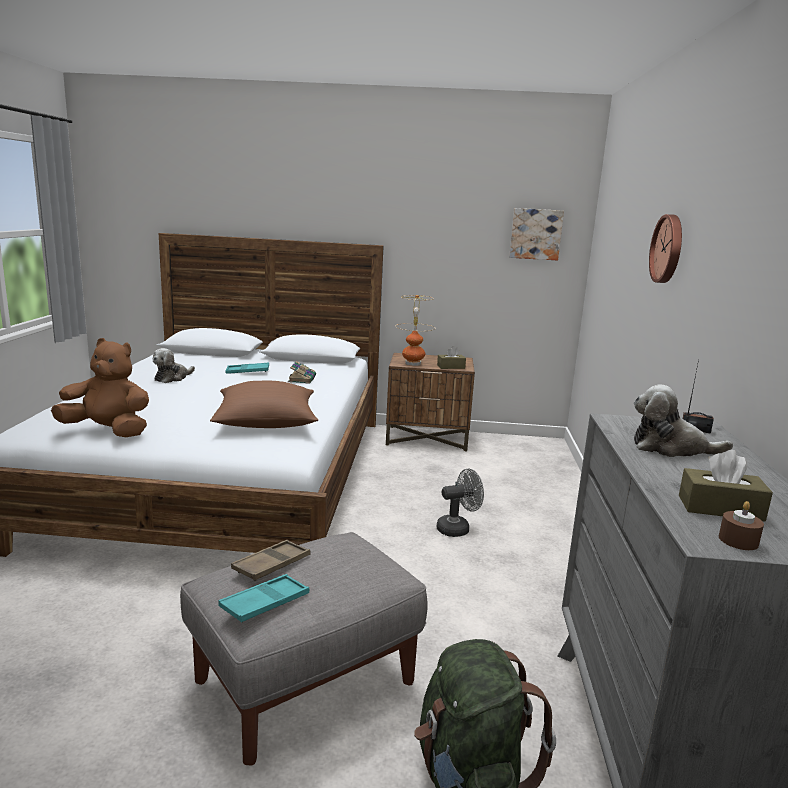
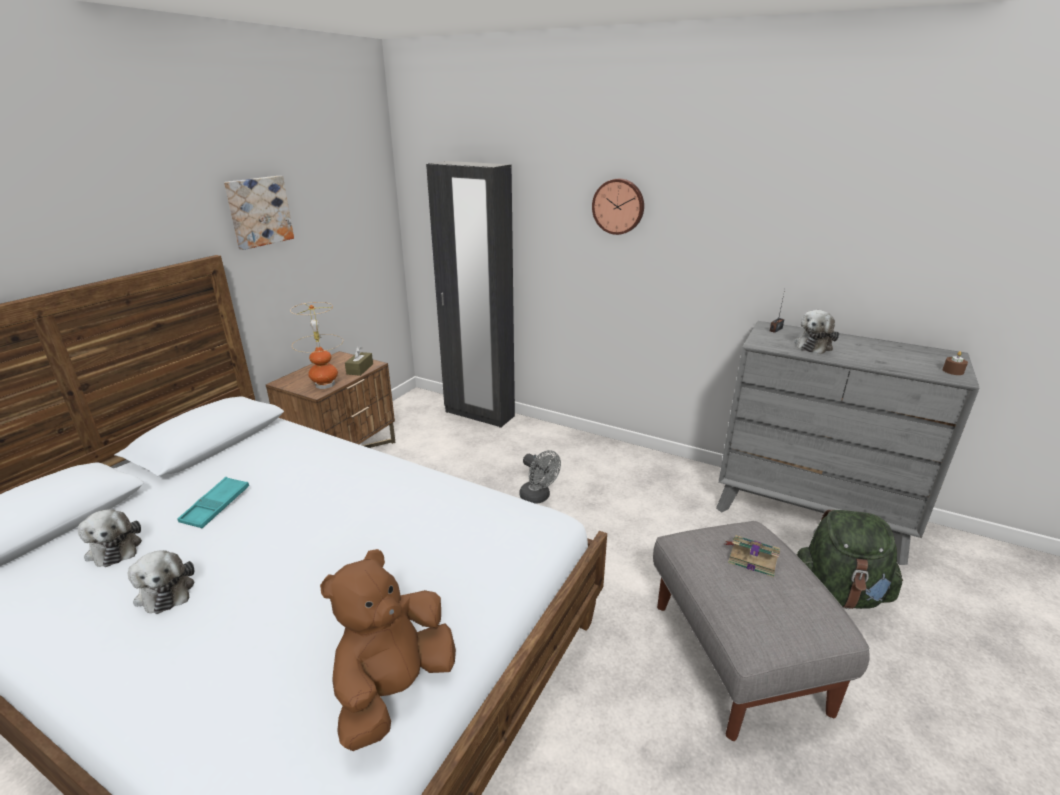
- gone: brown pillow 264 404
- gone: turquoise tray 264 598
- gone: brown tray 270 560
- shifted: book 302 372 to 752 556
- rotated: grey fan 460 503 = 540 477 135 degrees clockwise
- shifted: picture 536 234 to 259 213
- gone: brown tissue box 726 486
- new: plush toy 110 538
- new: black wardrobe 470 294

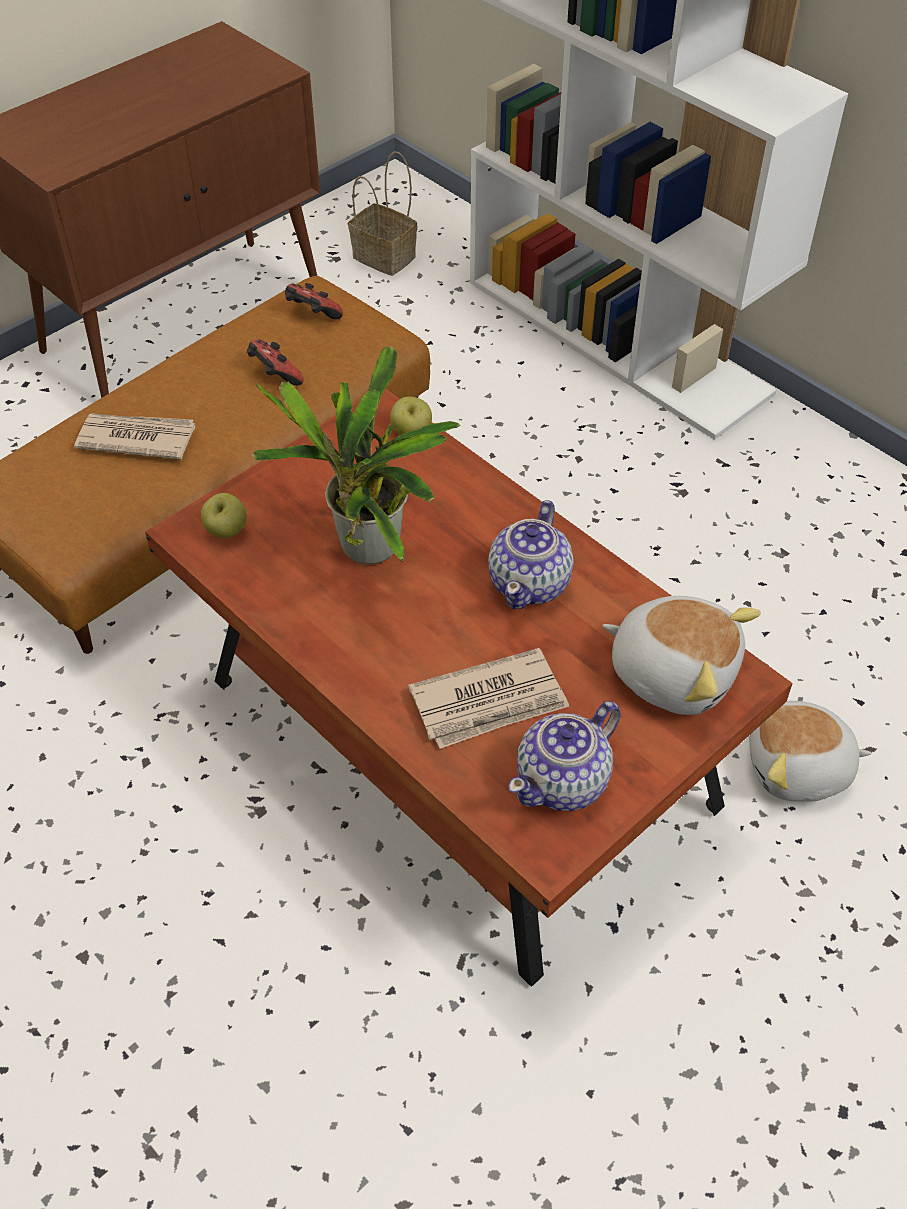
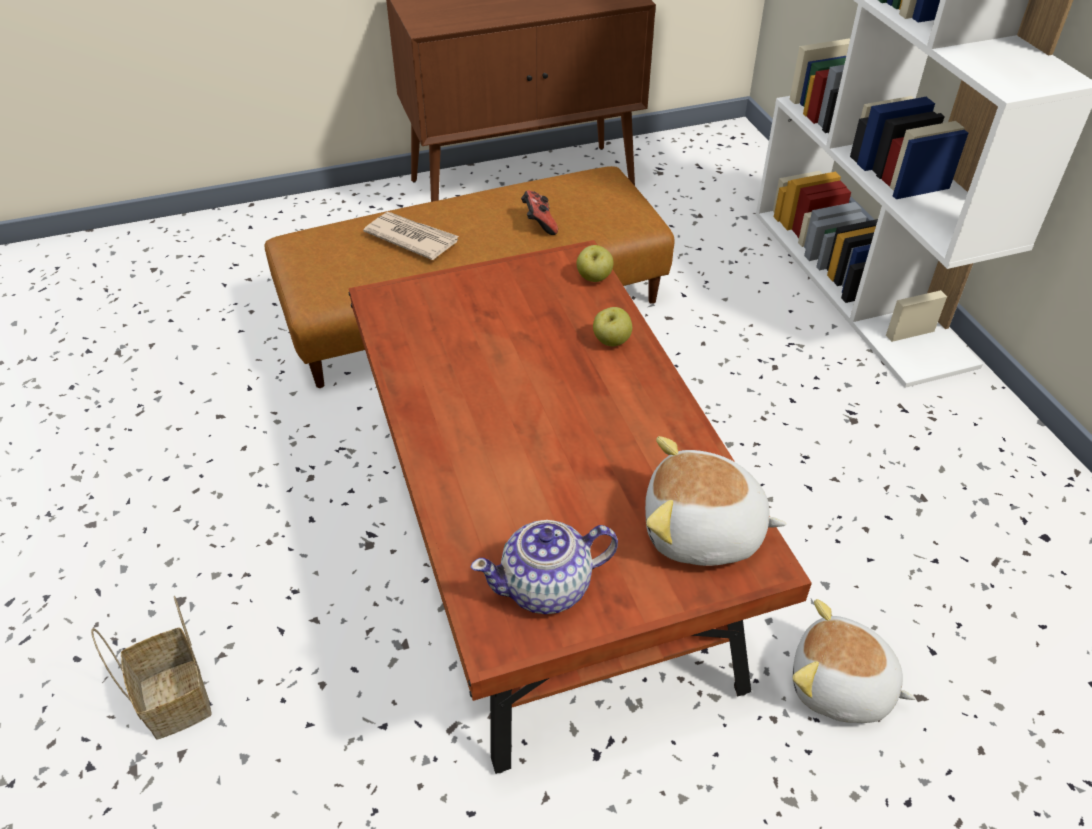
- shifted: apple 224 515 to 612 326
- gone: potted plant 356 455
- gone: game controller 314 301
- shifted: basket 382 213 to 151 668
- gone: newspaper 488 698
- gone: teapot 531 554
- rotated: plush toy 682 655 = 715 501 135 degrees clockwise

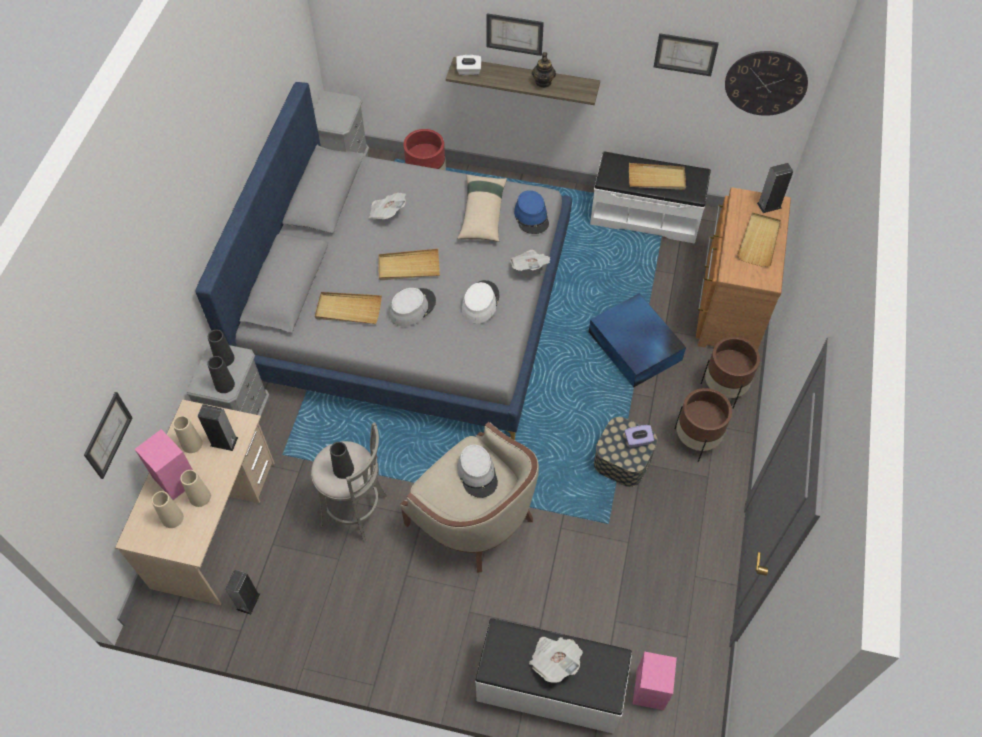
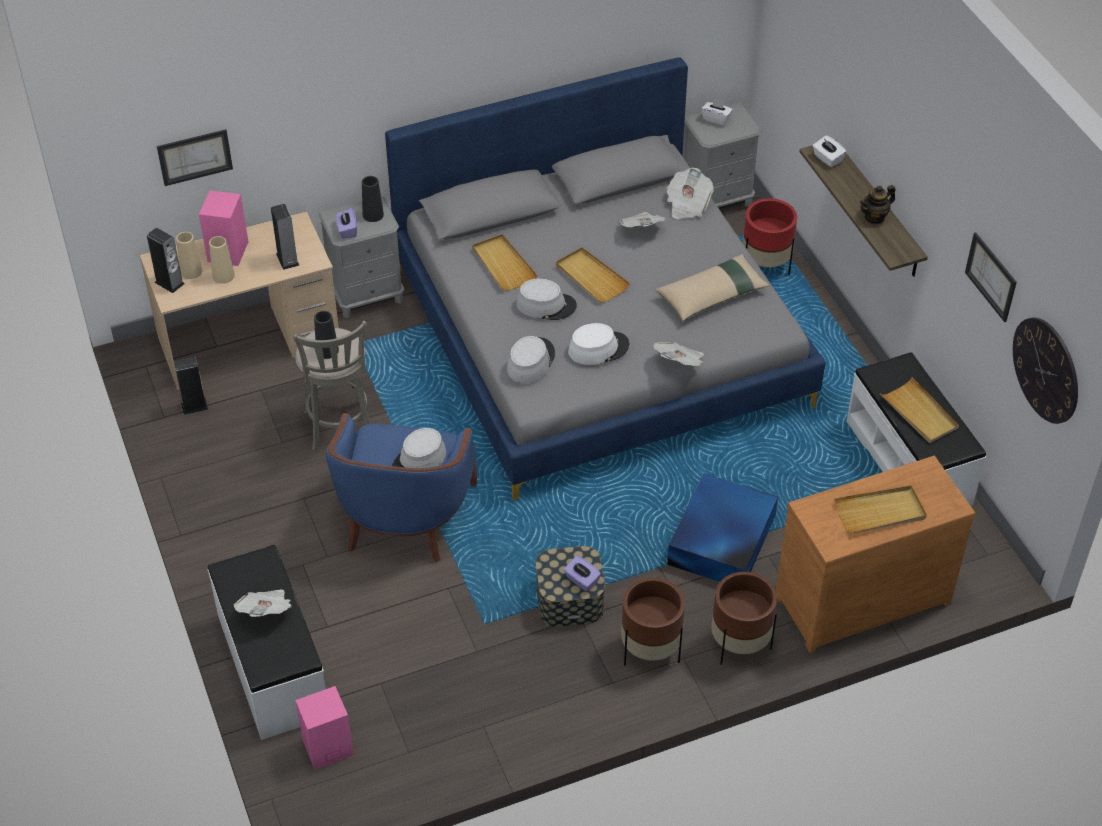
- gone: beige vase 188 434
- swapped: black vase 221 374 to purple tissue box 346 223
- repainted: beige armchair 470 497 to blue armchair 401 487
- gone: picture 515 34
- gone: blue hat 531 212
- shifted: speaker 775 188 to 166 260
- new: grey hat 531 360
- new: newspaper 690 193
- new: white tissue box 717 112

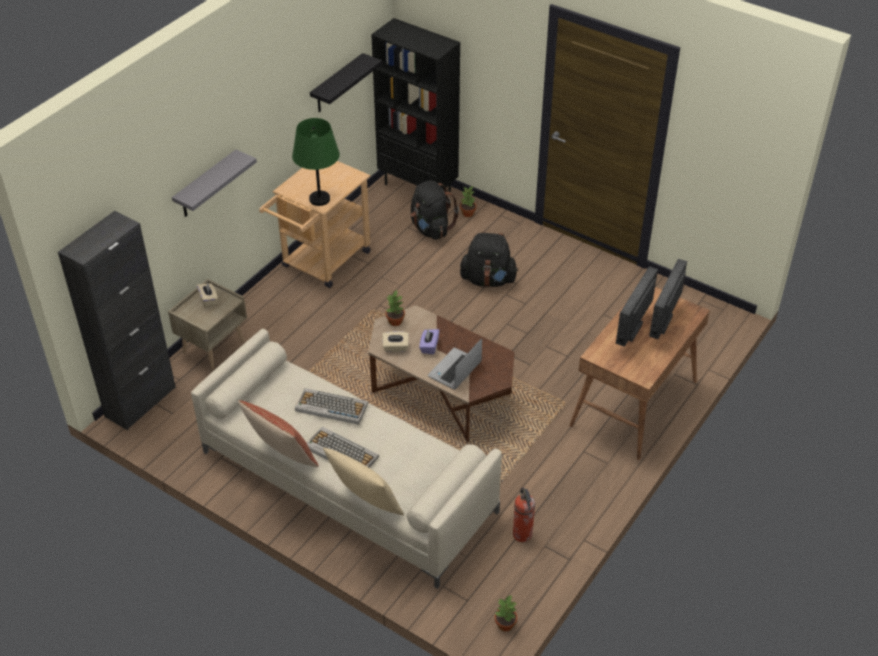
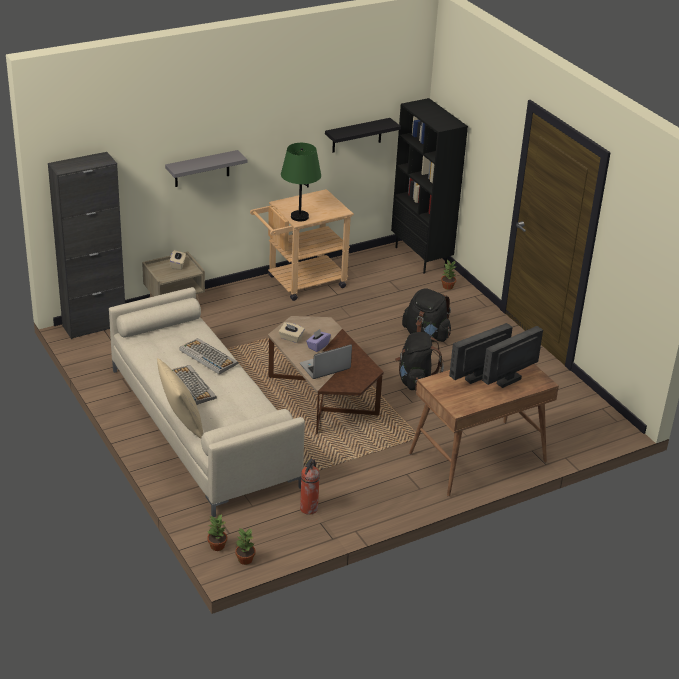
- gone: pillow 278 434
- shifted: potted plant 395 308 to 217 533
- shifted: black backpack 434 210 to 419 361

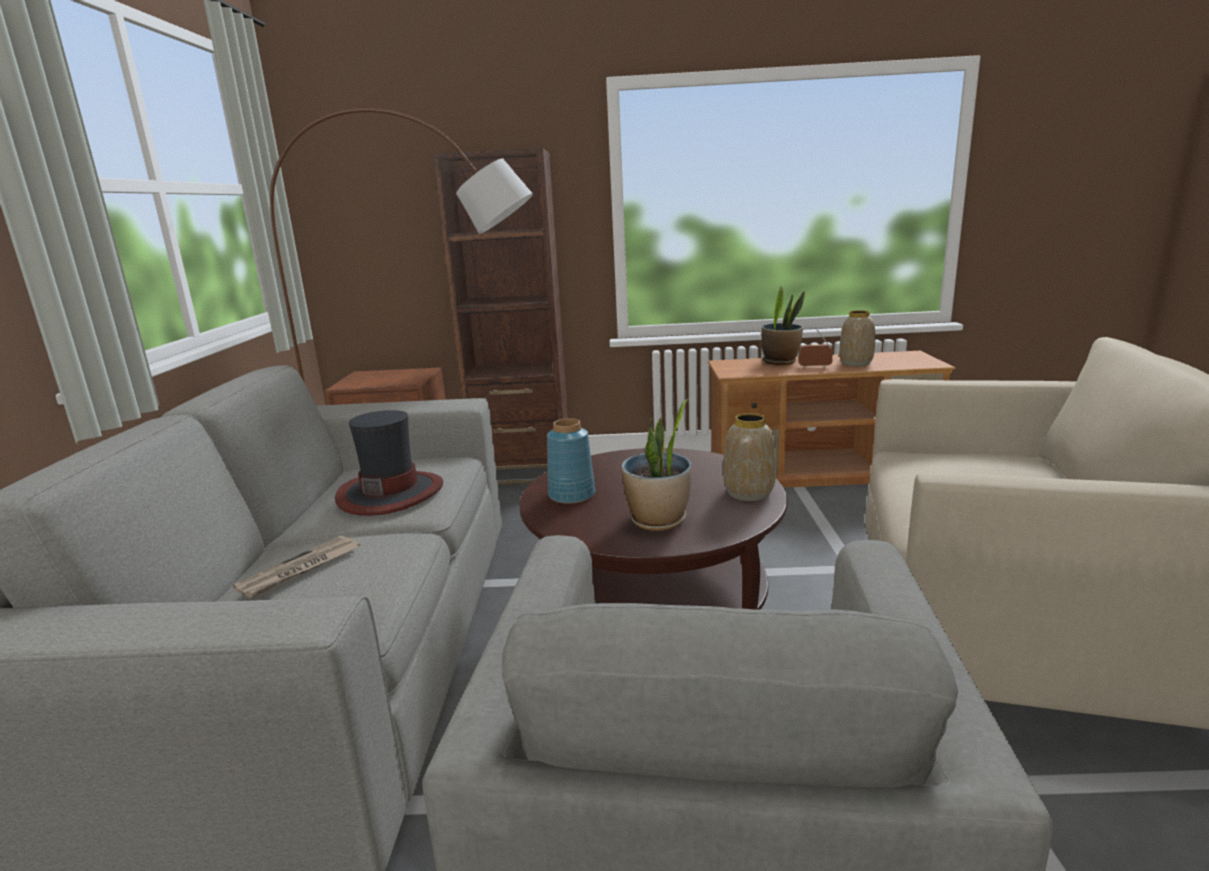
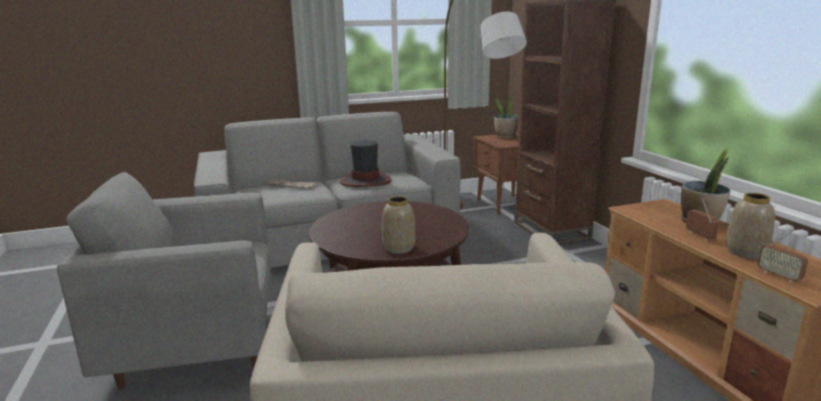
- gone: blue vase 571 461
- shifted: potted plant 656 464 to 506 116
- new: radio 783 256

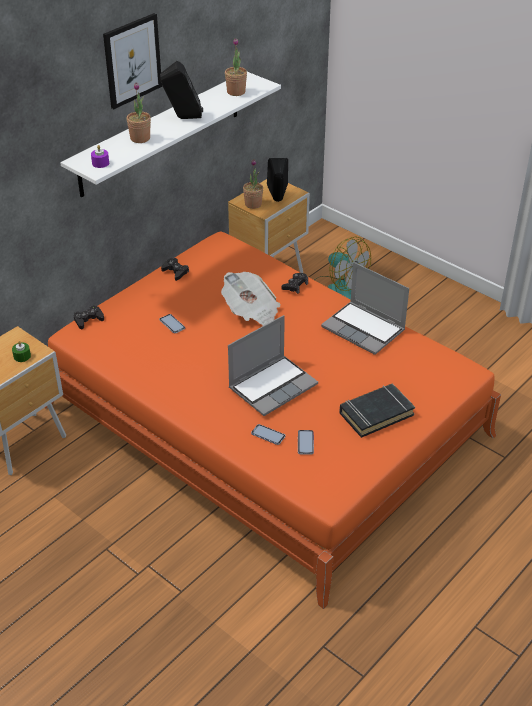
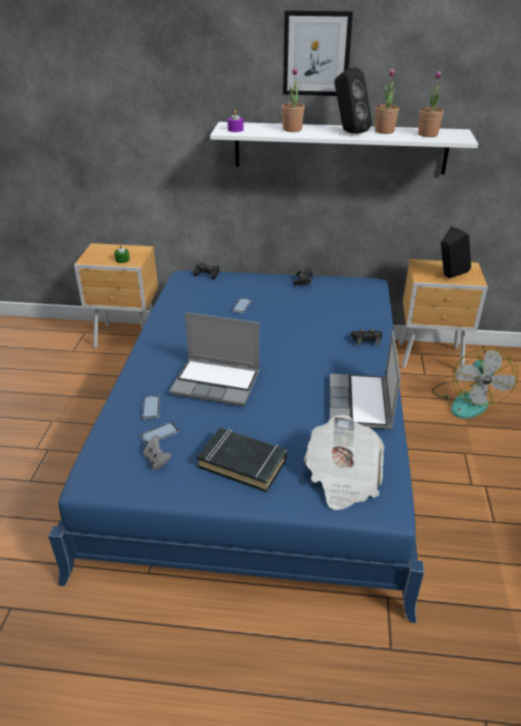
- repainted: orange bed 272 420 to blue bed 236 447
- shifted: newspaper 251 299 to 344 462
- shifted: potted plant 253 184 to 387 101
- new: grey game controller 158 452

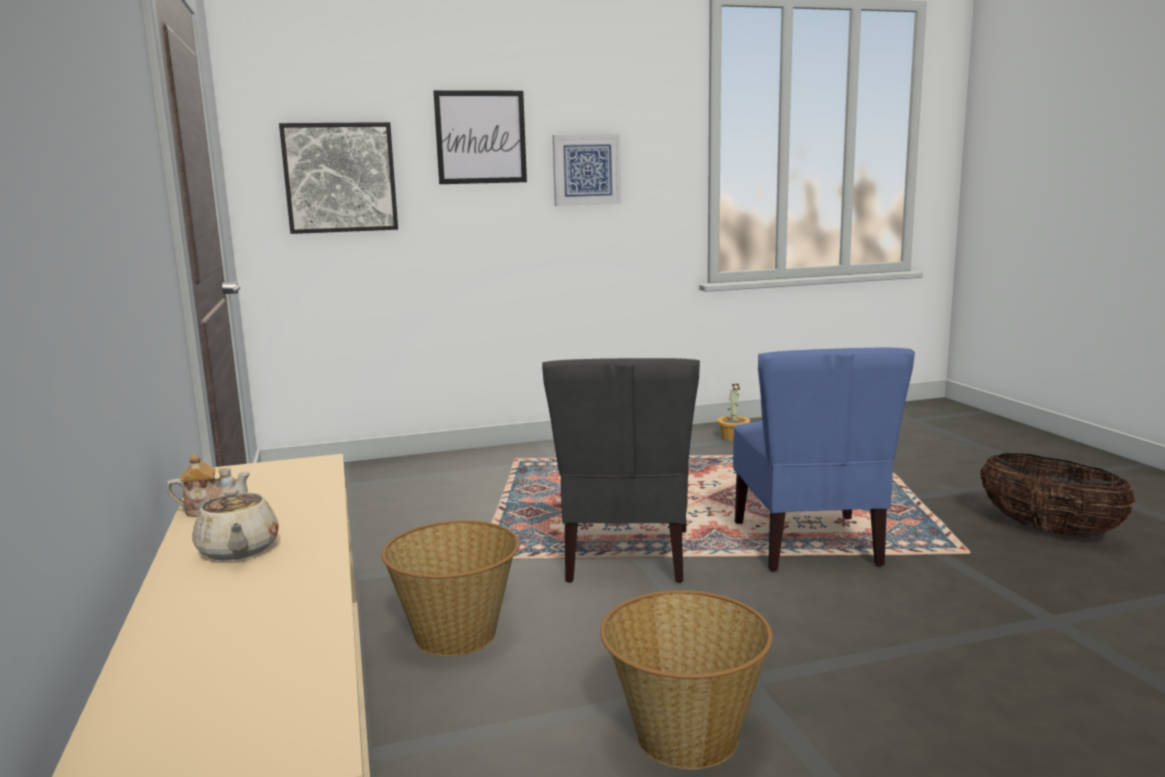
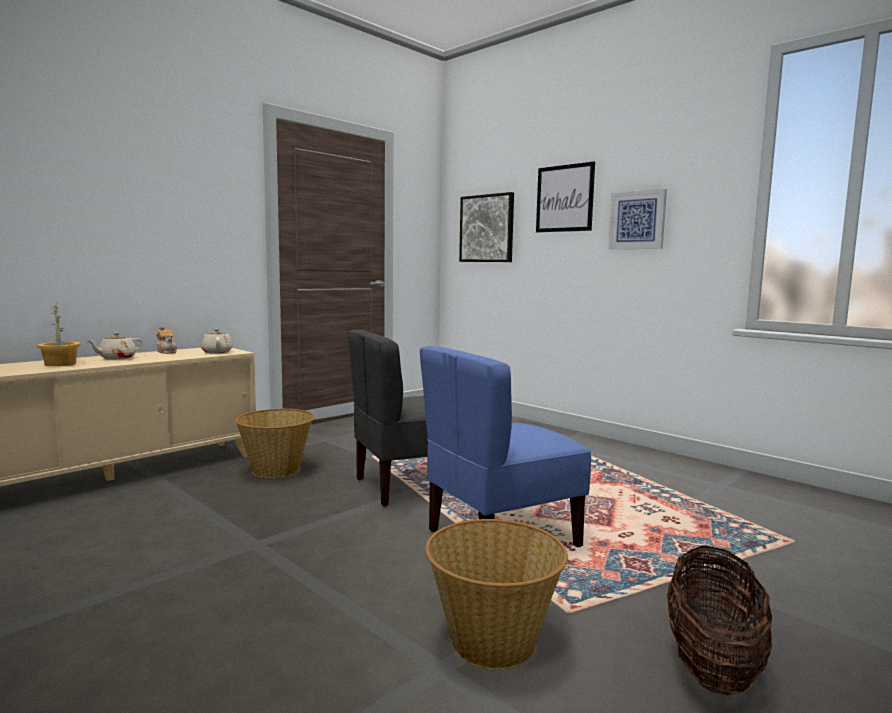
- shifted: basket 686 680 to 496 594
- shifted: potted plant 734 412 to 59 334
- new: beige teapot 217 341

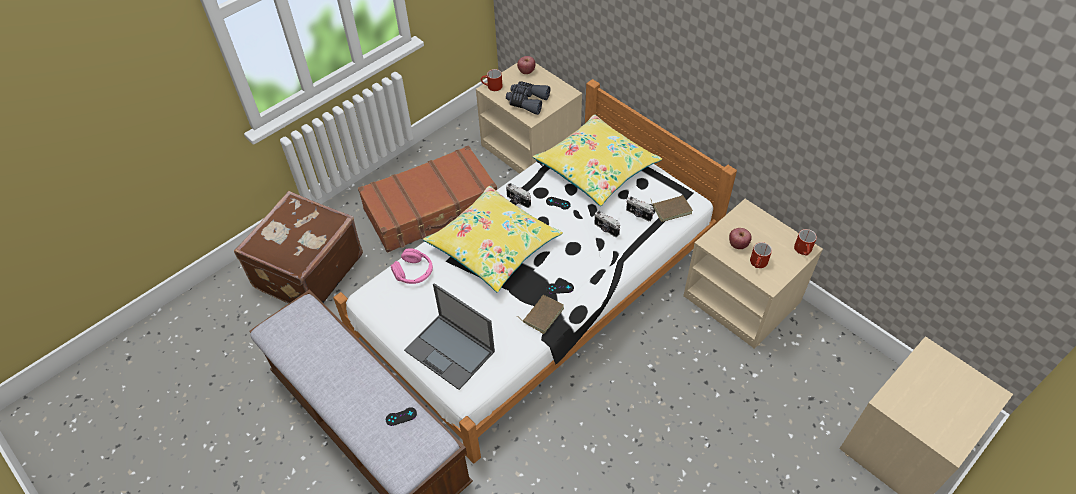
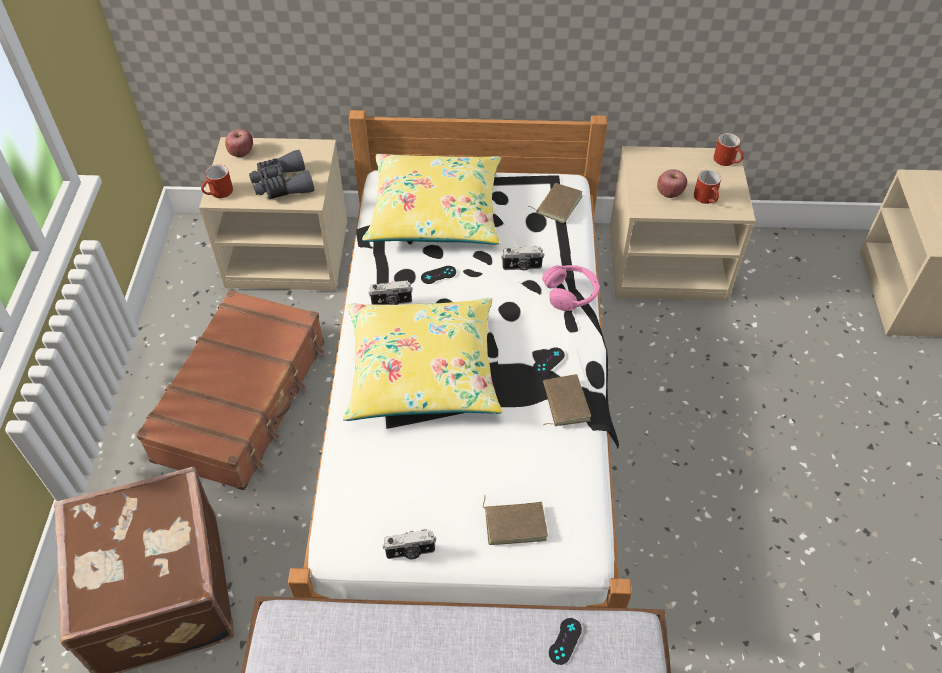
- shifted: pink headphones 412 266 to 570 288
- swapped: laptop 449 336 to brown book 515 520
- shifted: photo camera 640 208 to 409 544

